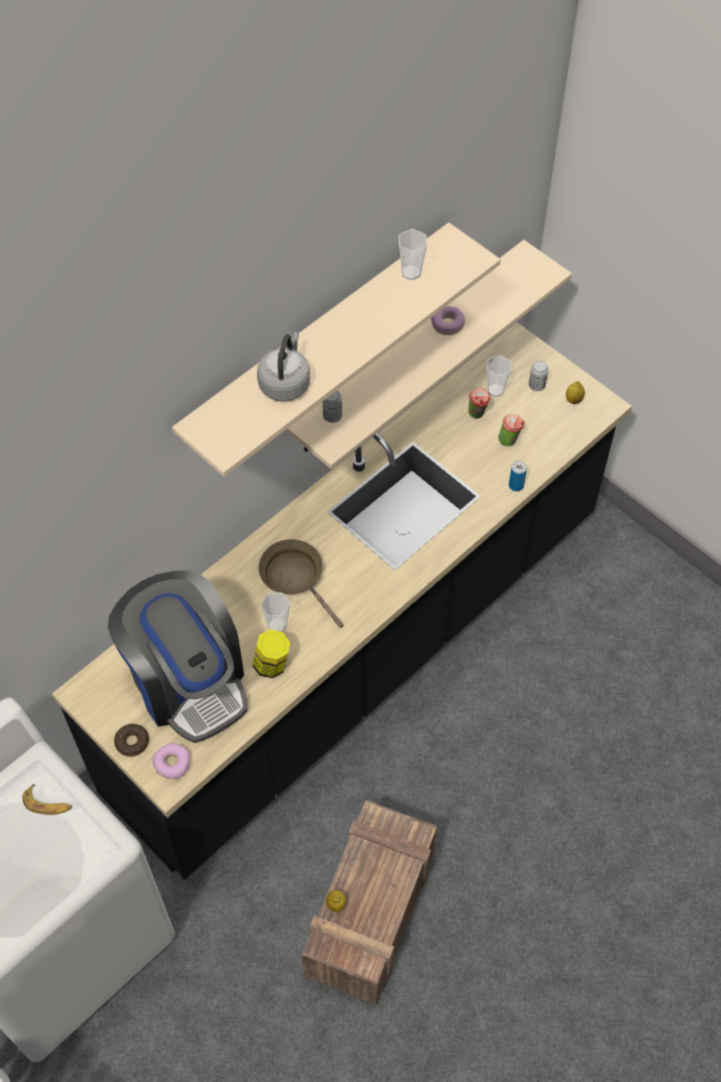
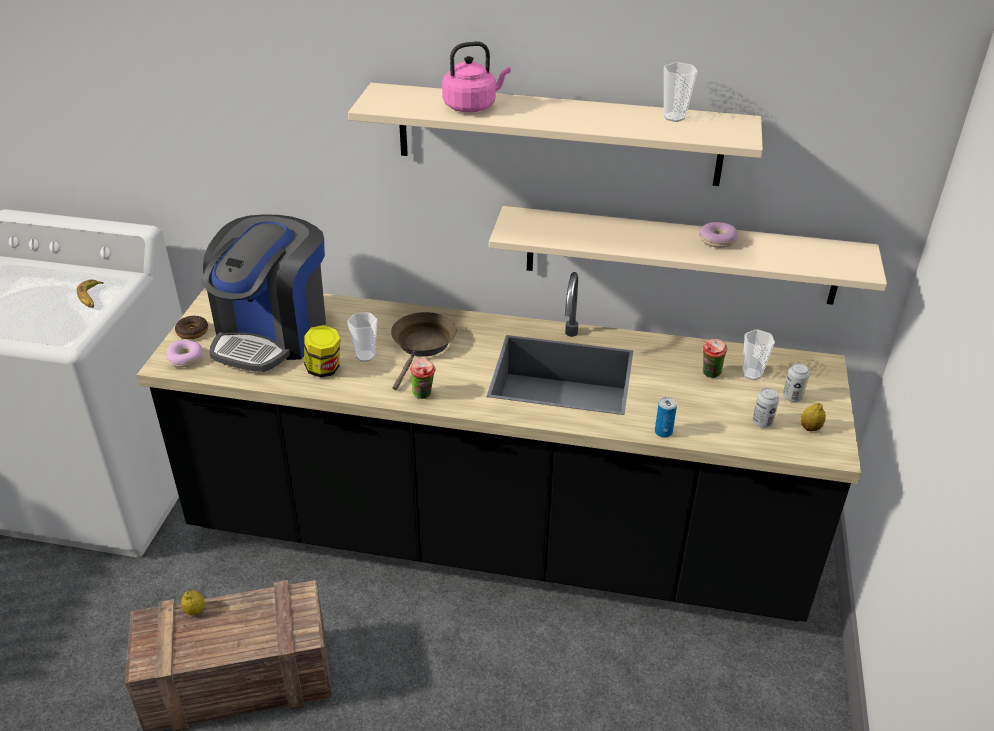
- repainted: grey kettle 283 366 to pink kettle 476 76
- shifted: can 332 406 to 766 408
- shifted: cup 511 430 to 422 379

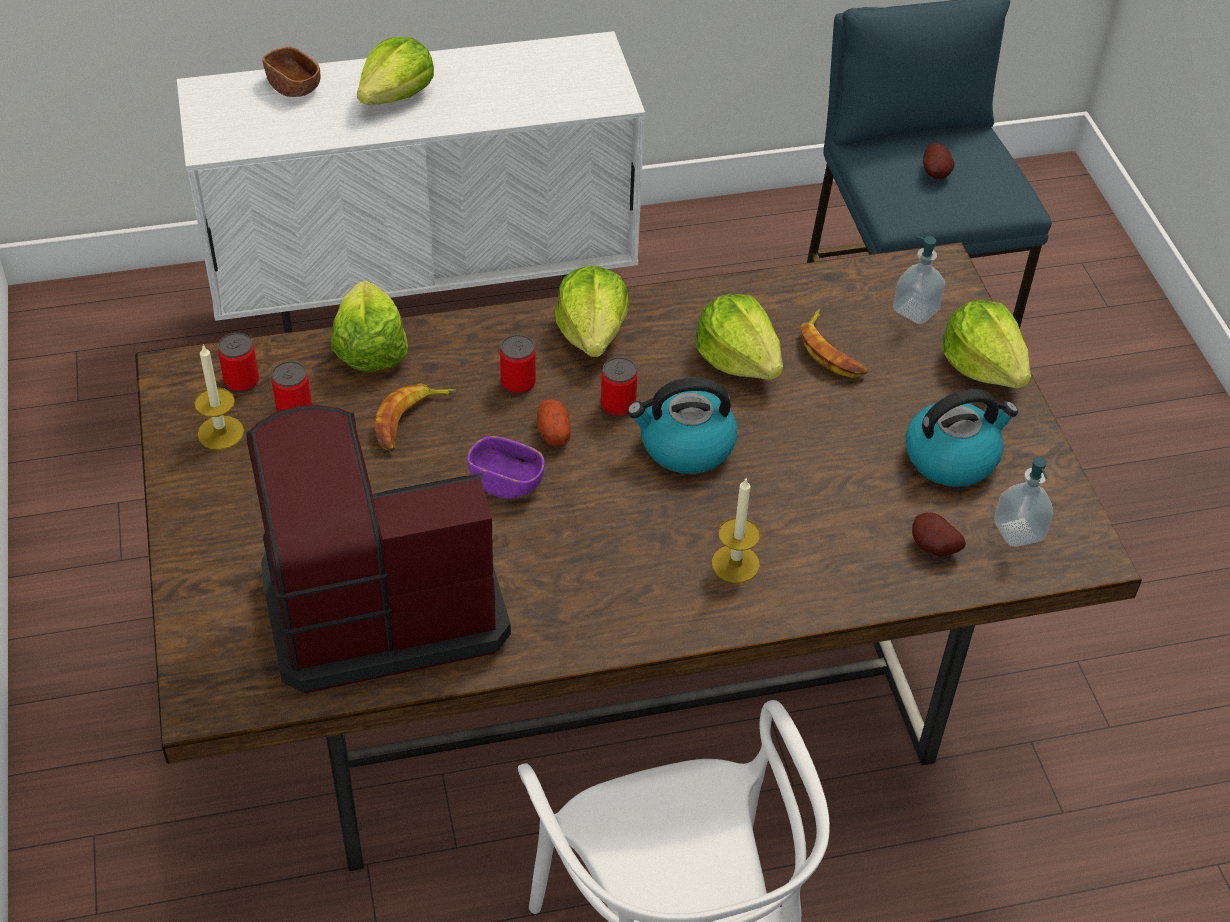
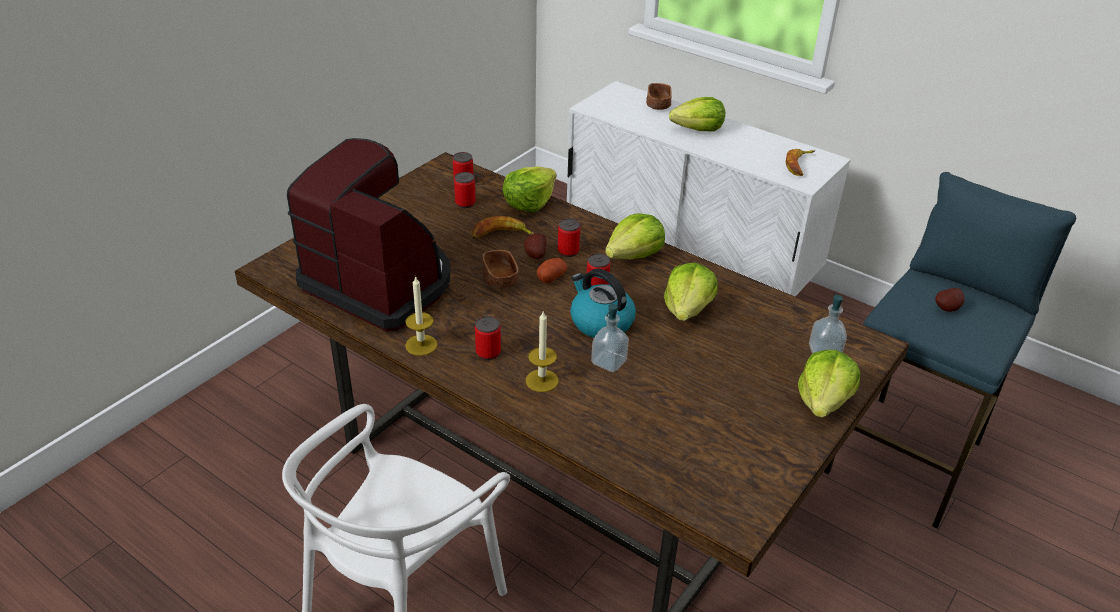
- shifted: candle 219 397 to 421 316
- repainted: purple bowl 506 467 to brown bowl 500 269
- shifted: banana 835 343 to 800 162
- gone: kettle 962 438
- shifted: potato 939 535 to 535 246
- shifted: soap dispenser 1024 502 to 610 338
- new: can 488 338

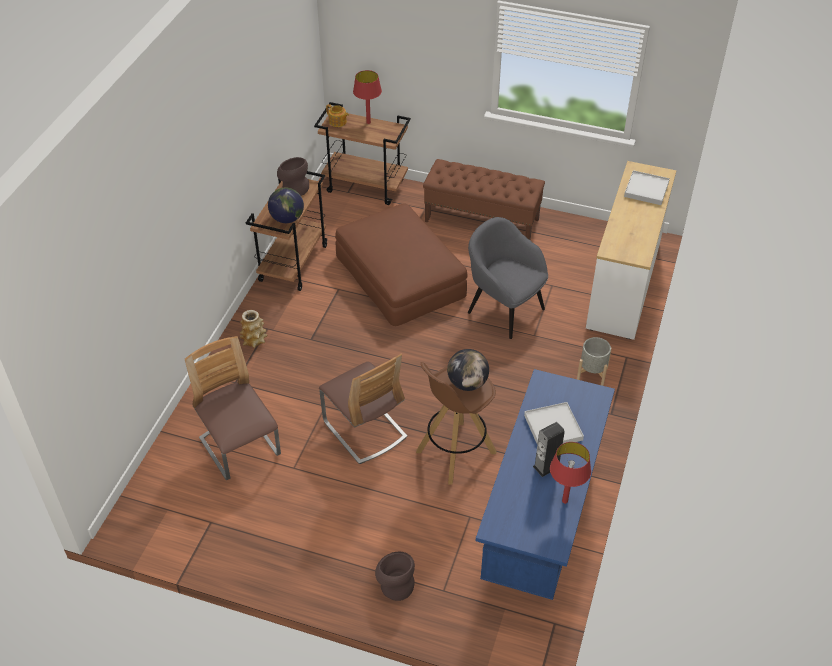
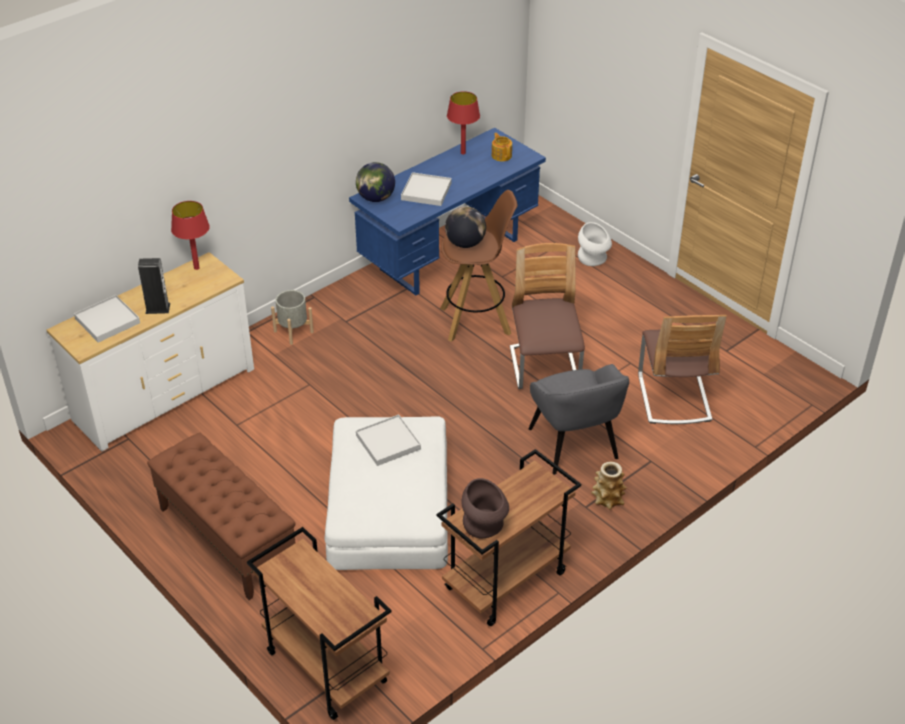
- shifted: globe 286 205 to 375 182
- shifted: teapot 337 115 to 502 147
- repainted: brown ottoman 401 265 to white ottoman 386 493
- shifted: red table lamp 367 97 to 190 235
- repainted: brown vase 395 576 to white vase 595 244
- shifted: grey armchair 508 278 to 578 419
- shifted: speaker 549 449 to 154 286
- new: white tray 388 440

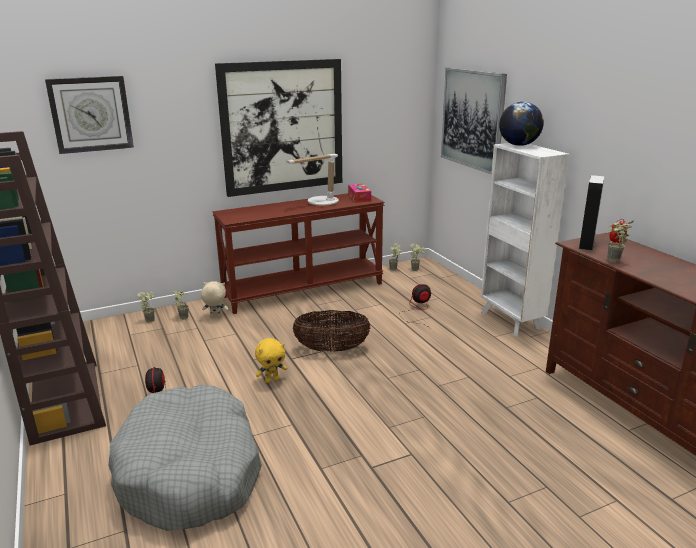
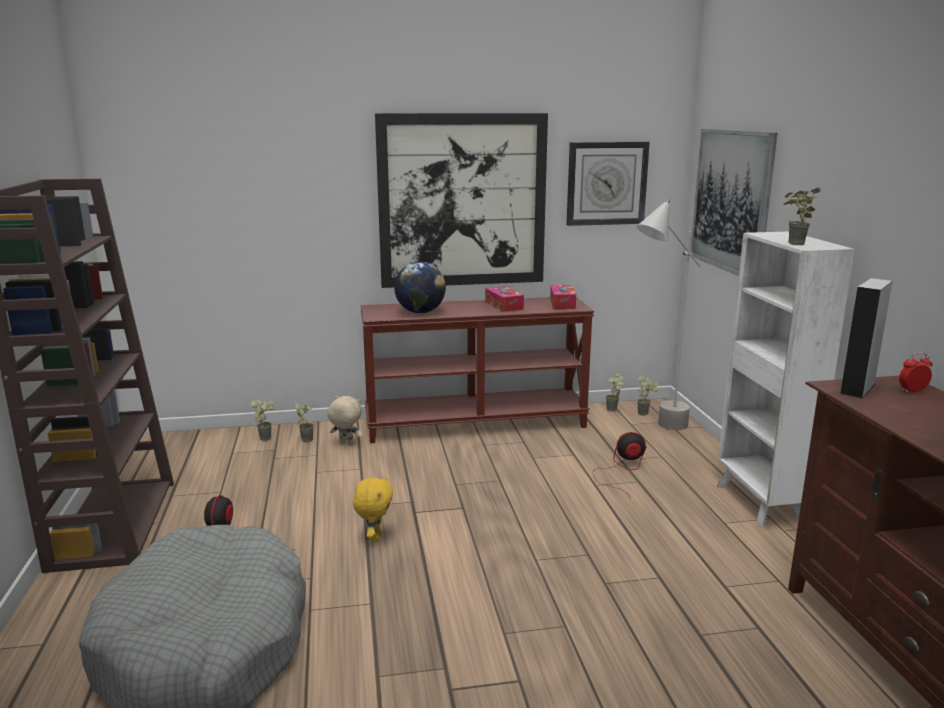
- shifted: wall clock 89 115 to 608 184
- rotated: yellow plush toy 271 360 = 373 509 75 degrees counterclockwise
- swapped: table lamp 312 179 to tissue box 504 299
- gone: basket 331 331
- shifted: globe 521 124 to 420 287
- shifted: potted plant 620 241 to 802 216
- new: grey floor lamp 669 314

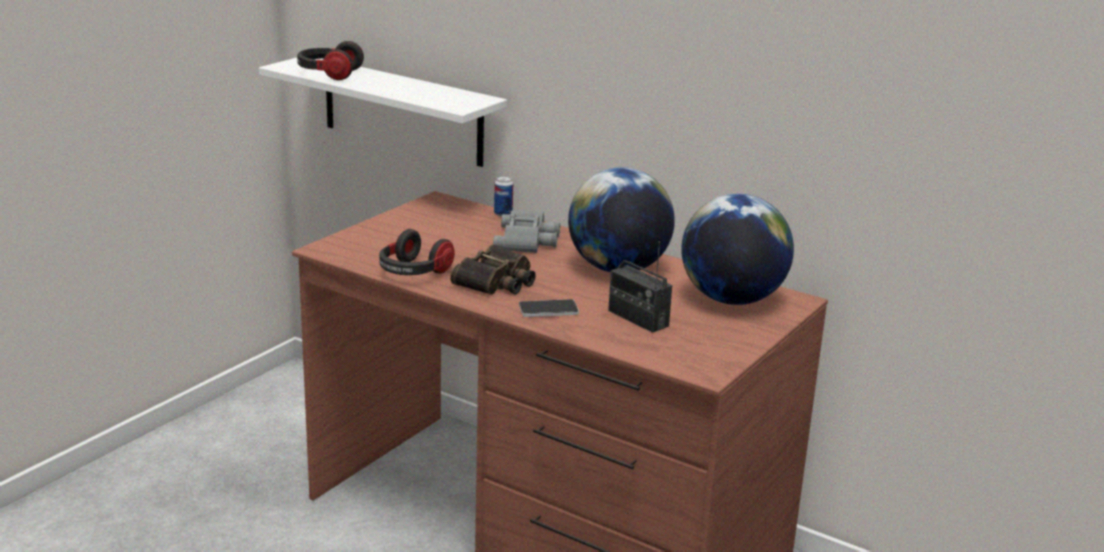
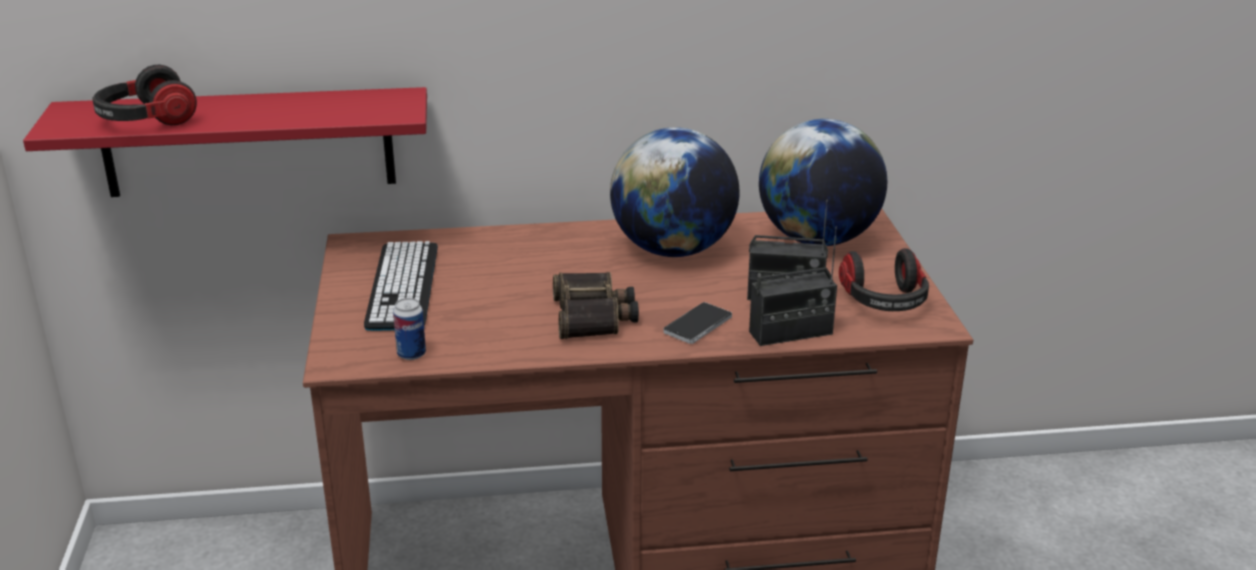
- repainted: white shelf 383 112 to red shelf 225 142
- shifted: headphones 417 252 to 884 279
- gone: grey binoculars 526 231
- shifted: can 503 196 to 409 329
- new: keyboard 401 286
- new: radio 793 286

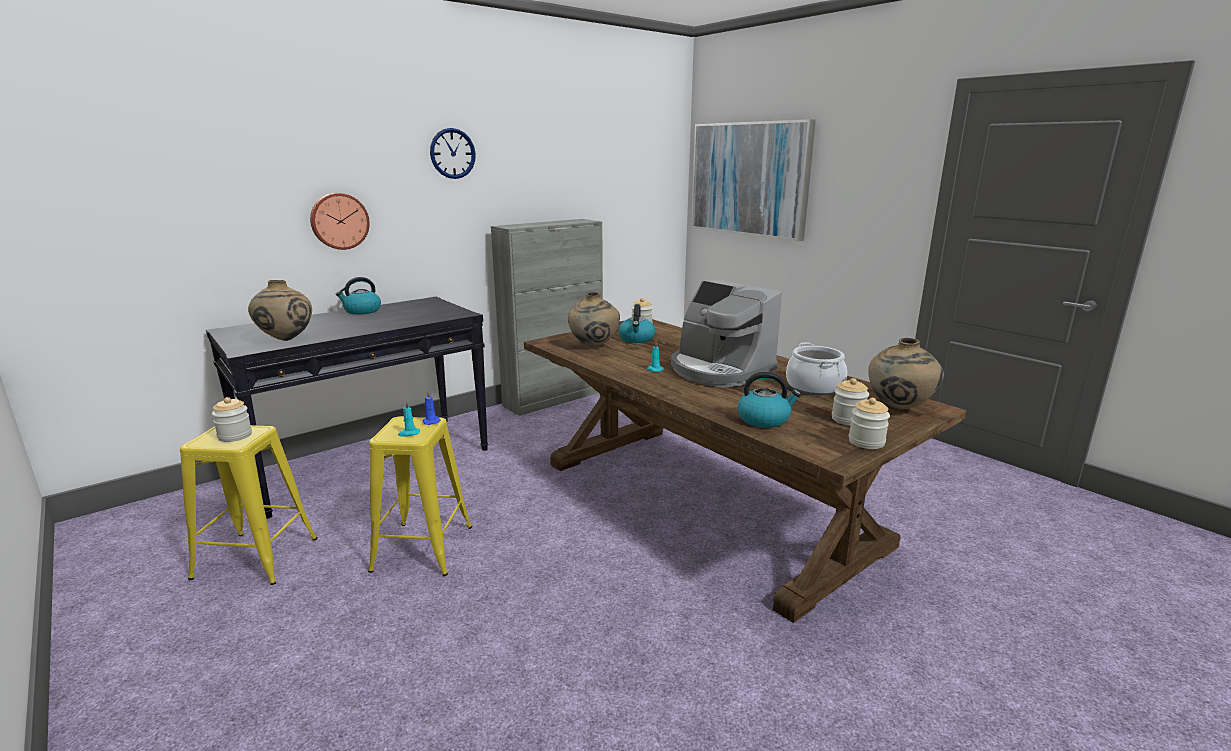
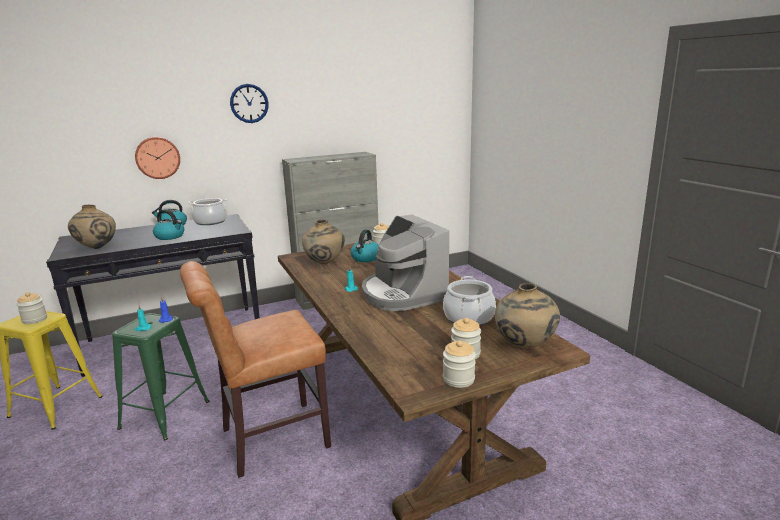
- repainted: yellow stool 420 496 to green stool 160 377
- gone: picture 753 180
- shifted: kettle 769 400 to 168 224
- new: brown chair 255 369
- new: cooking pot 207 211

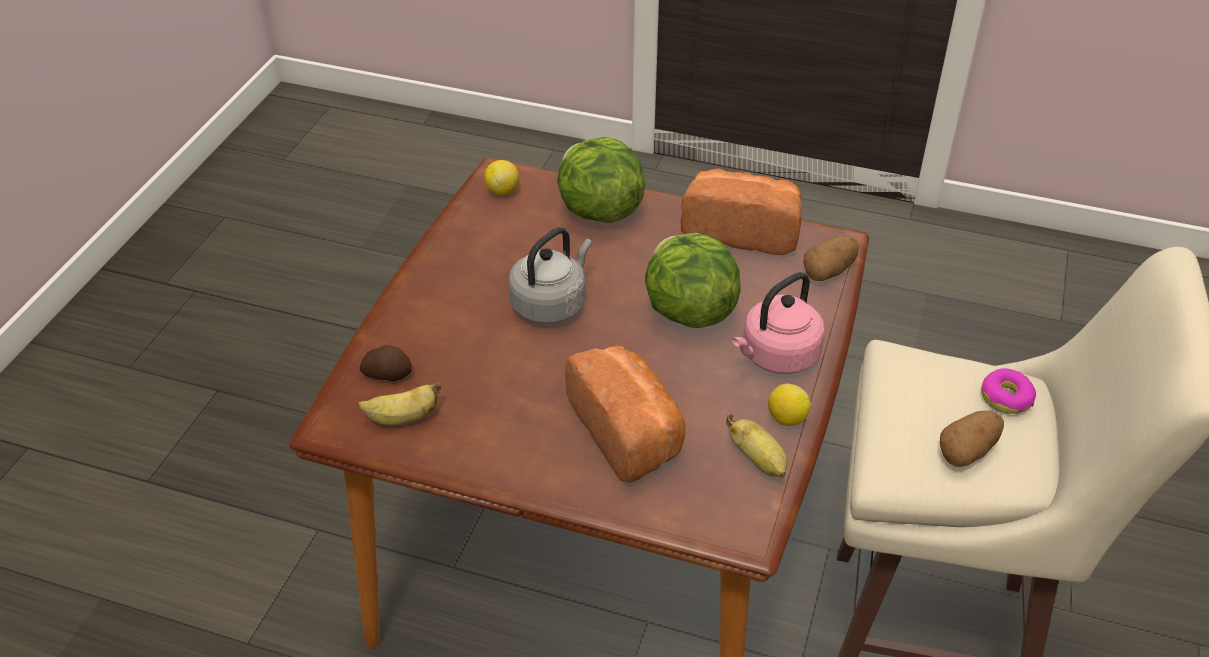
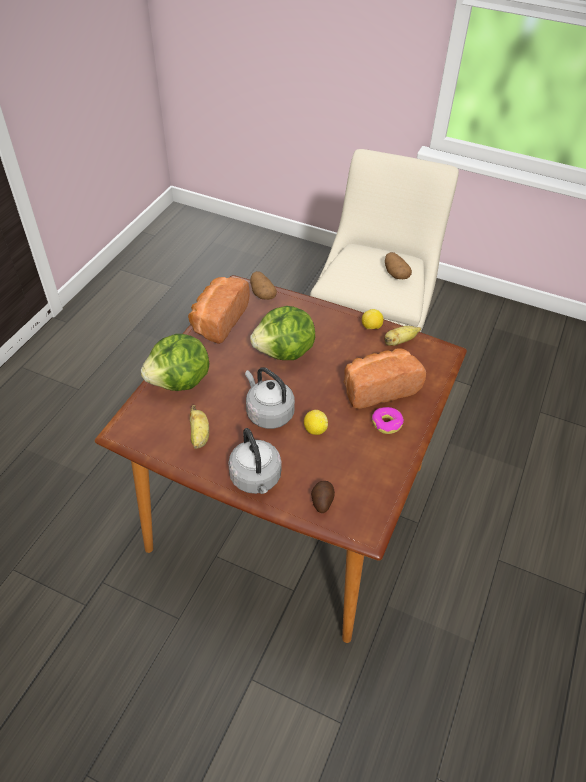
- shifted: banana 399 404 to 199 427
- shifted: lemon 501 177 to 316 422
- gone: pink kettle 778 323
- shifted: donut 1008 391 to 388 420
- new: grey kettle 255 461

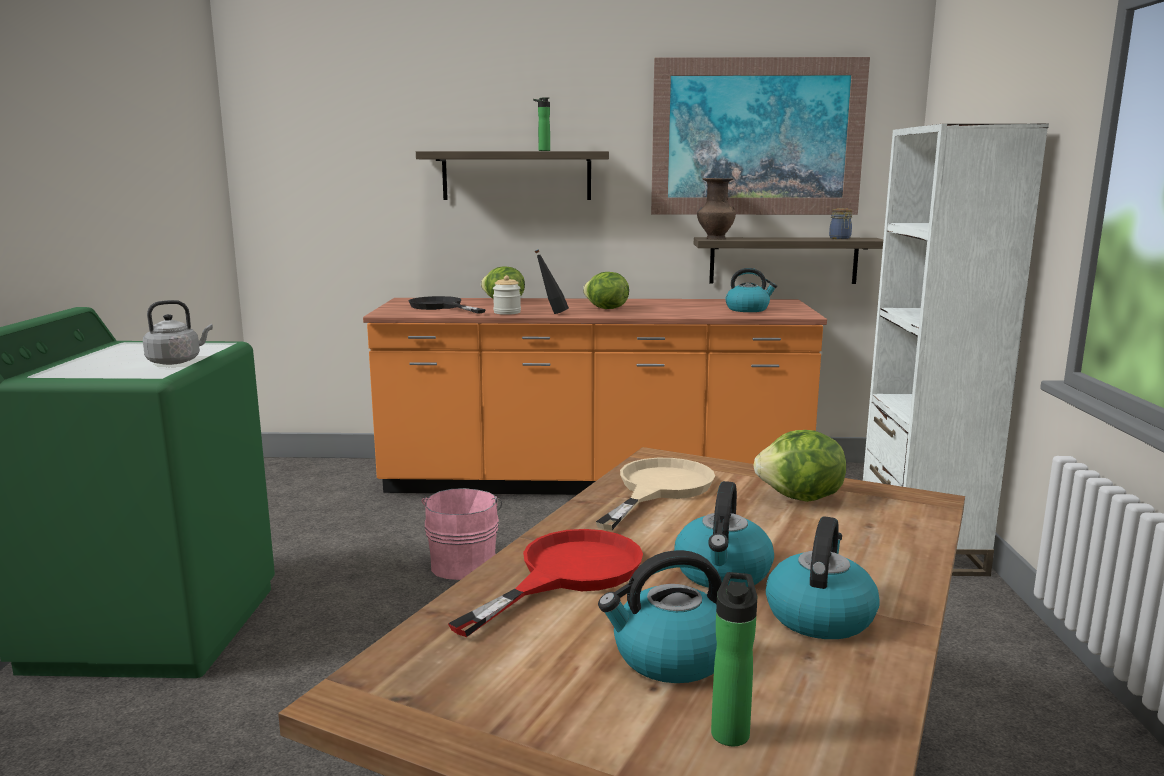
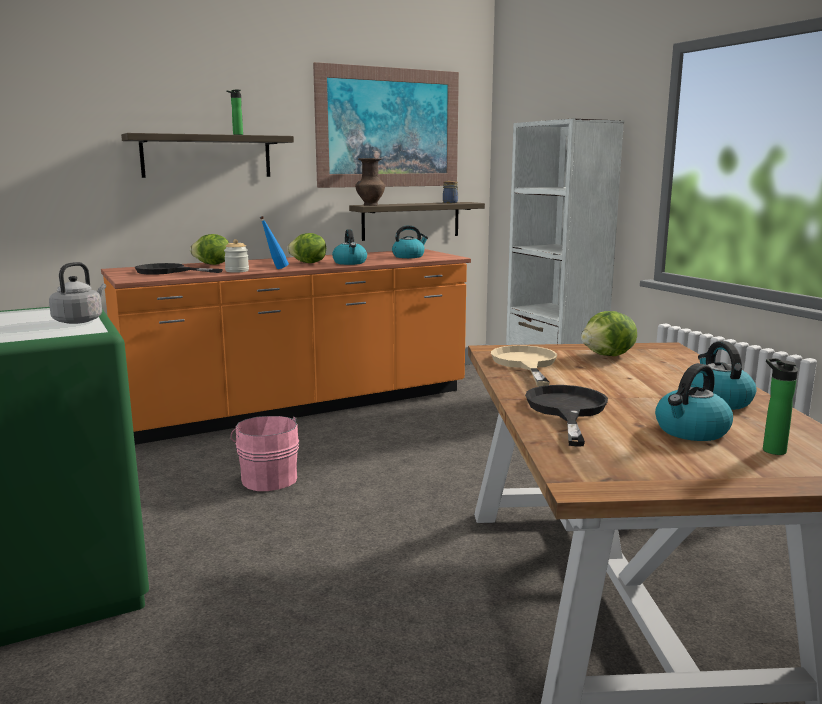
- repainted: red frying pan 545 583 to black frying pan 566 415
- repainted: black bottle 552 281 to blue bottle 274 242
- shifted: kettle 724 534 to 349 247

